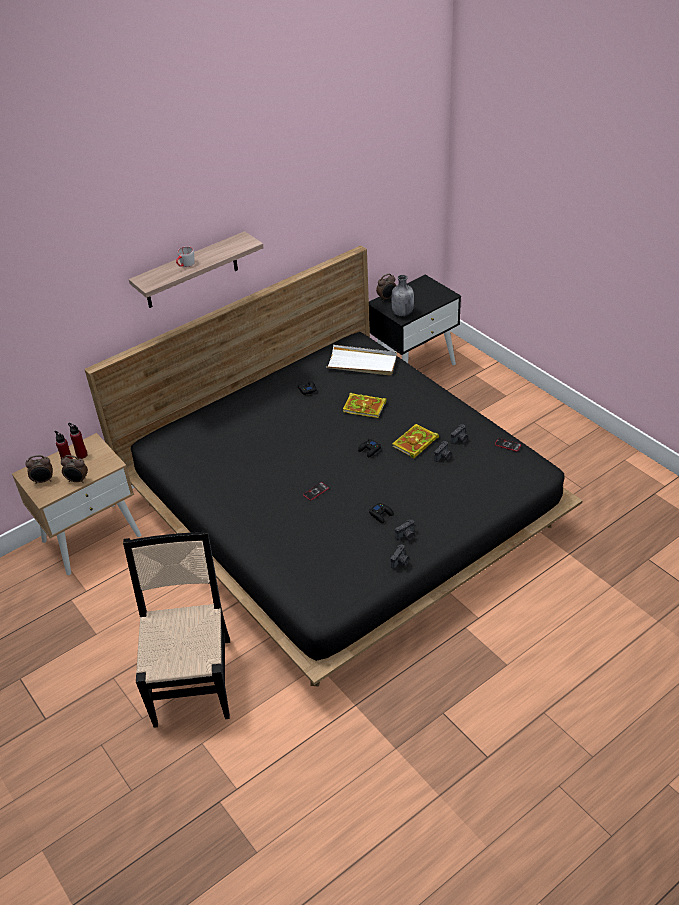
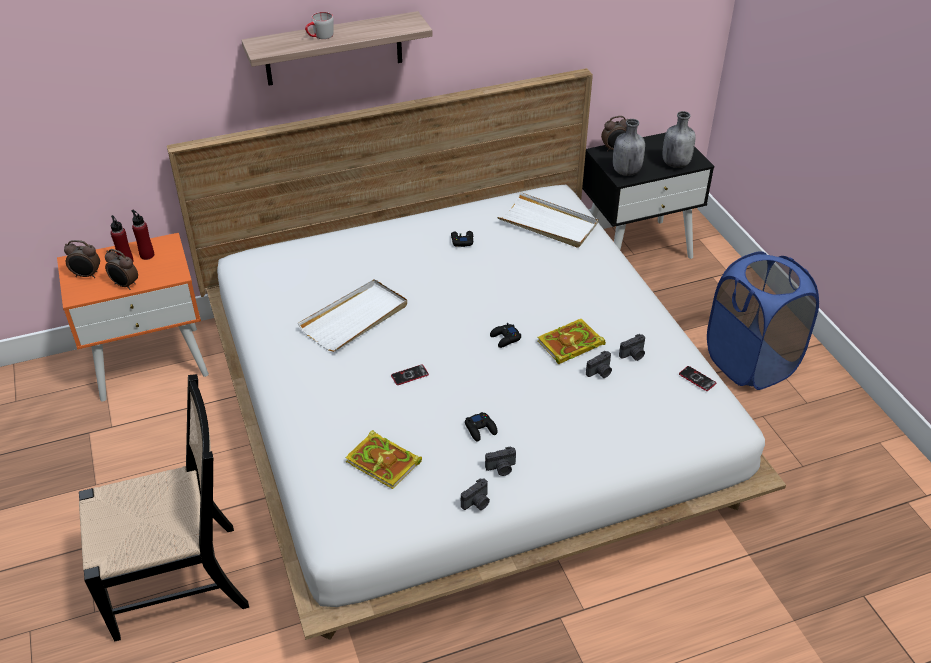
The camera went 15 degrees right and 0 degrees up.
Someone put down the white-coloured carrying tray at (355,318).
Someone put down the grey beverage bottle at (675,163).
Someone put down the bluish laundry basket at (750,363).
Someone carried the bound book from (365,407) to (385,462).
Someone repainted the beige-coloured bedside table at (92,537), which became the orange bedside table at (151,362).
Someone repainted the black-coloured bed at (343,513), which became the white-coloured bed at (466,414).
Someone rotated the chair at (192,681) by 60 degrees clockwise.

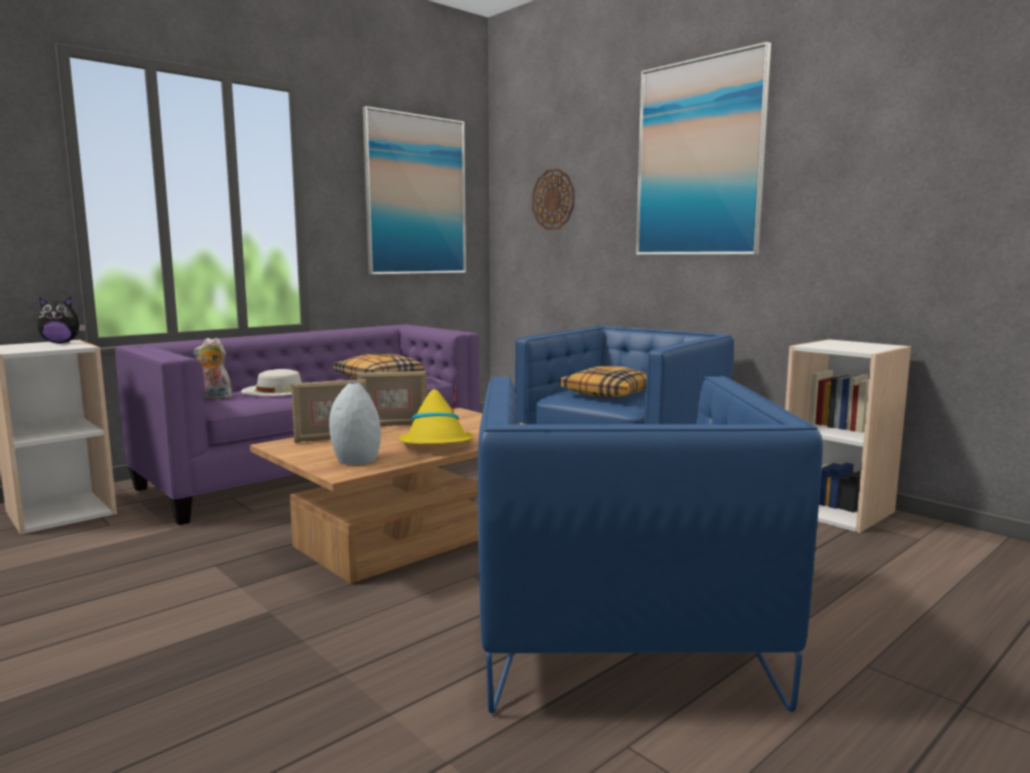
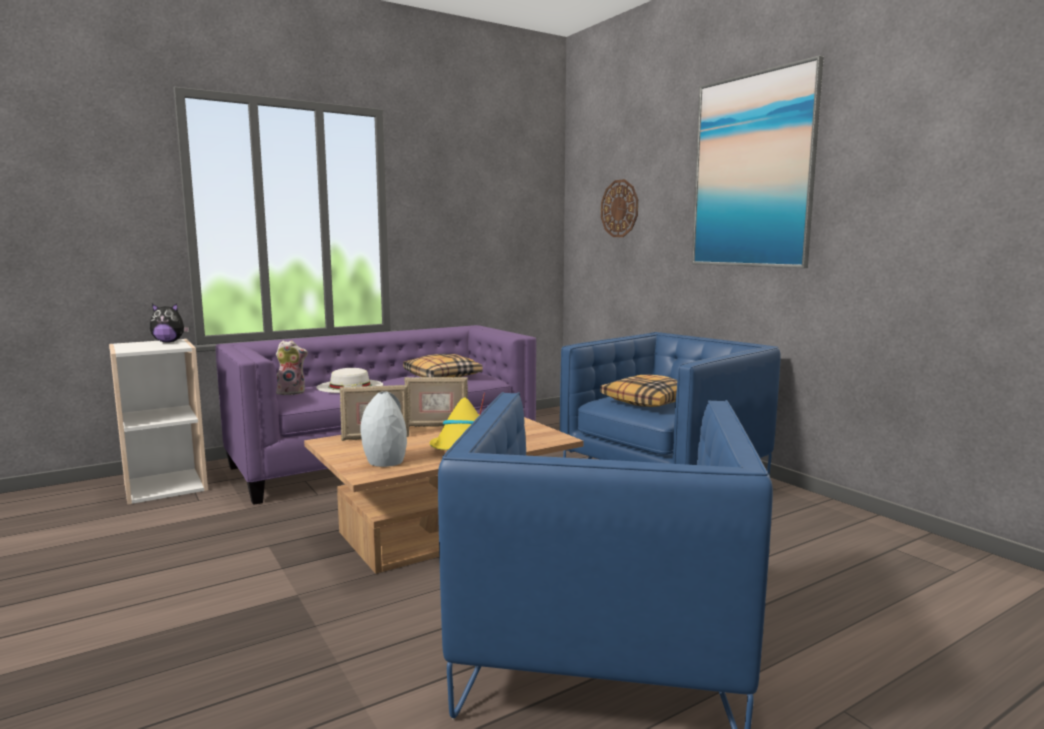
The camera went 10 degrees right and 0 degrees up.
Someone took away the wall art at (416,195).
Someone took away the bookshelf at (837,511).
Someone rotated the soft toy at (214,397) by 150 degrees clockwise.

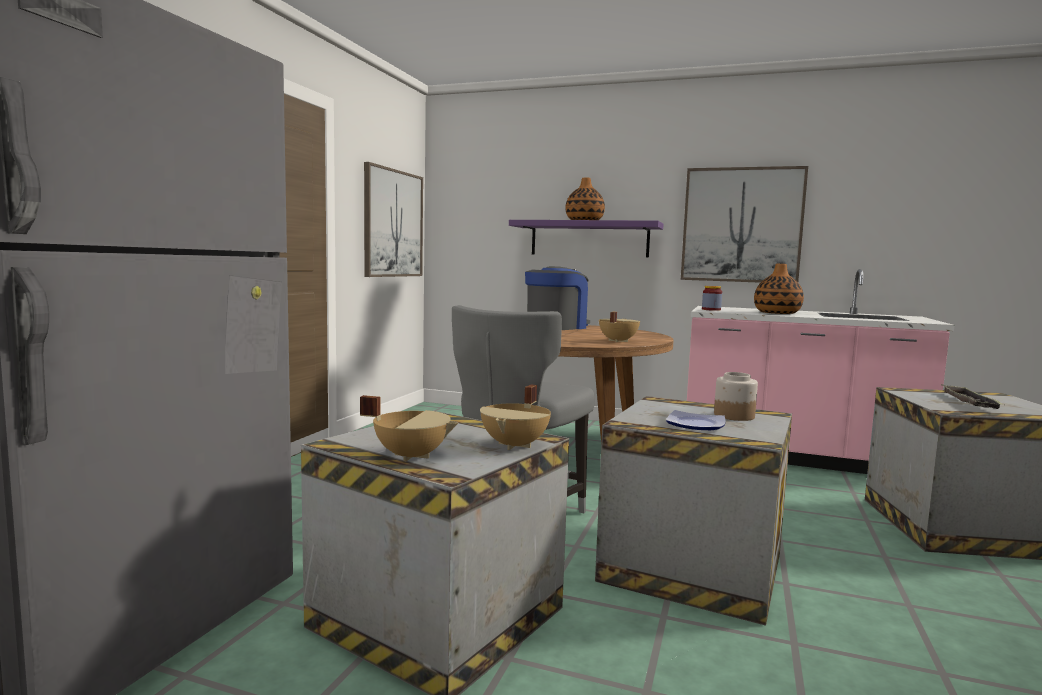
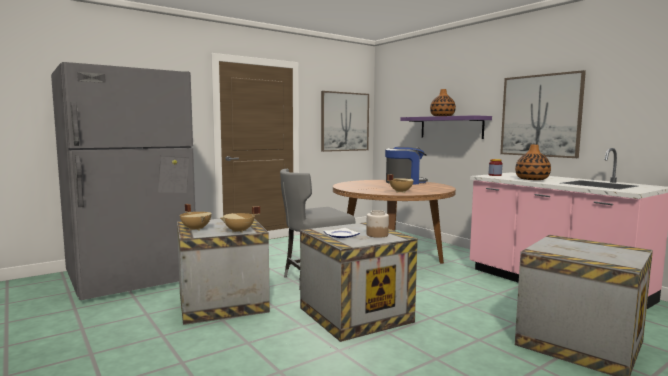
The camera went 35 degrees right and 0 degrees up.
Someone took away the carrying tray at (969,402).

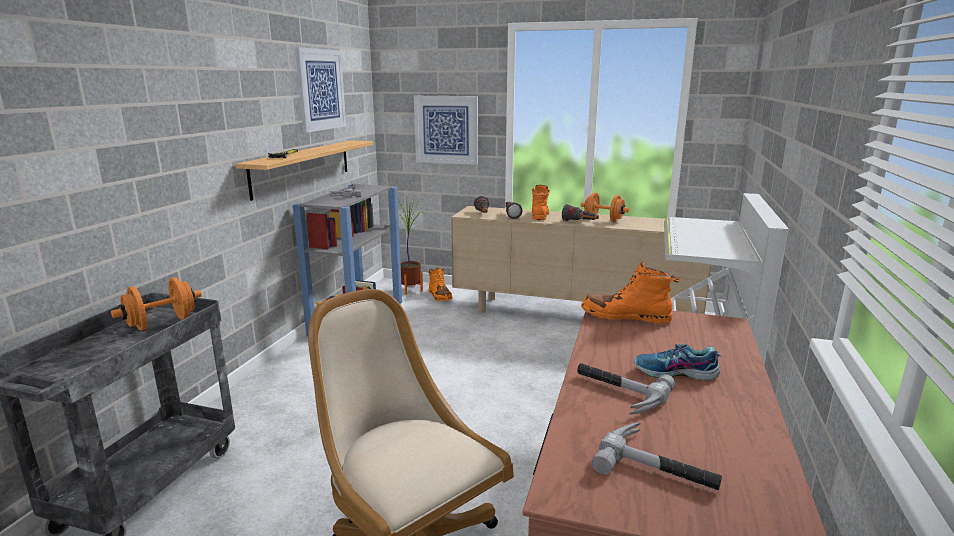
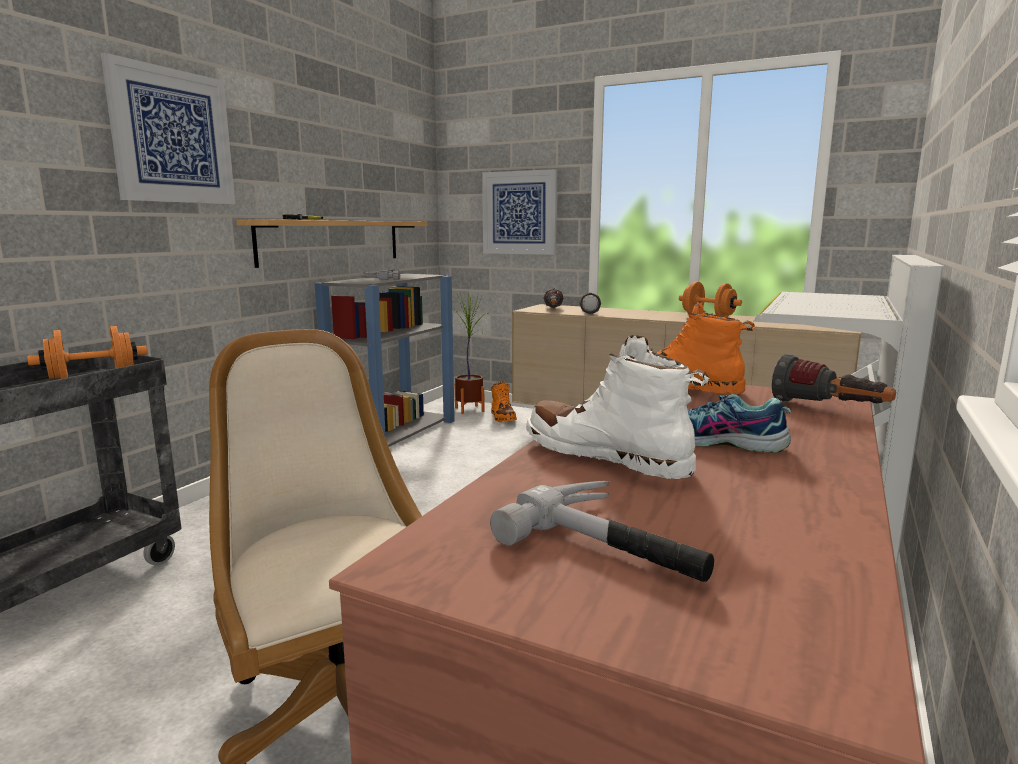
The camera went 10 degrees right and 5 degrees down.
Someone took away the orange boot at (539,215).
Someone carried the wall art from (321,90) to (173,137).
Someone carried the flashlight from (580,223) to (829,410).
Someone swapped the hammer at (617,392) for the white-coloured boot at (606,456).

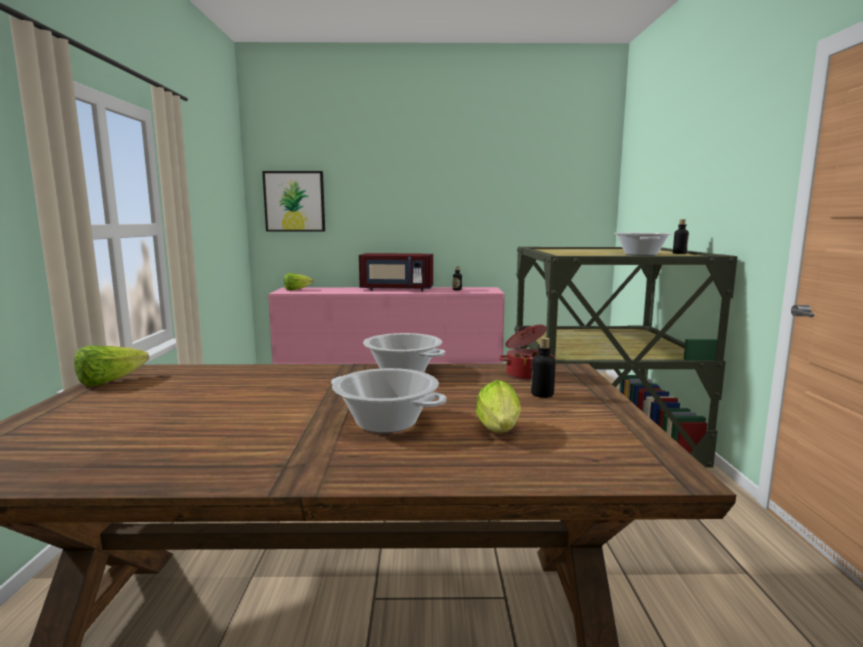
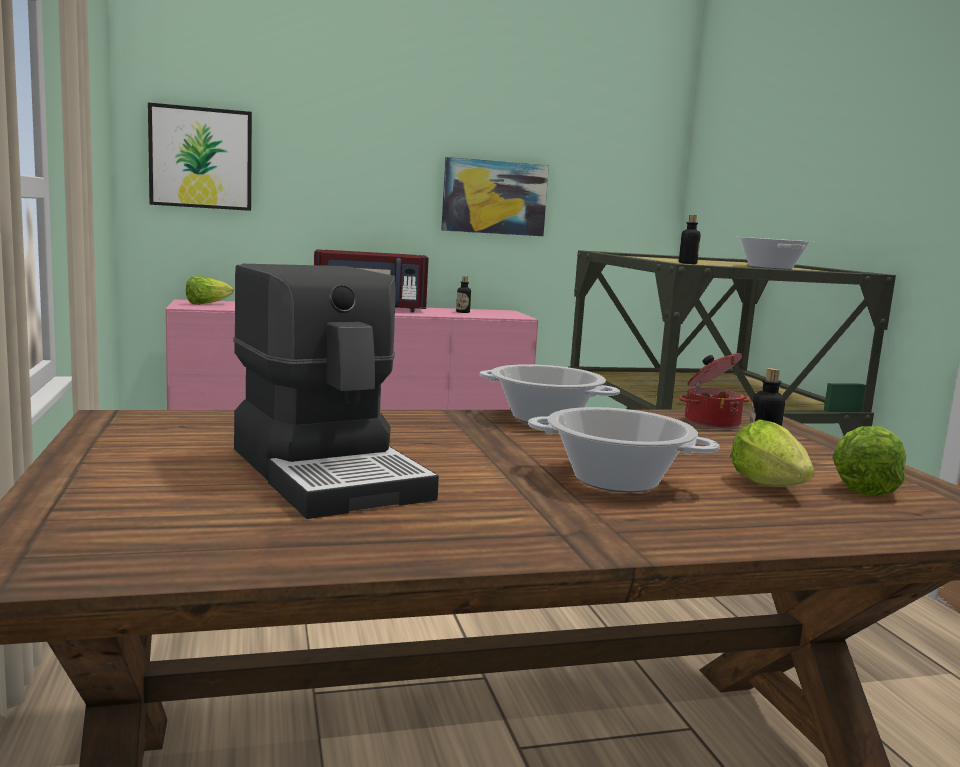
The camera went 15 degrees left and 0 degrees up.
Someone put down the coffee maker at (330,472).
Someone put up the wall art at (494,197).
Someone carried the lettuce from (110,382) to (865,487).
Someone carried the beverage bottle from (679,253) to (687,263).

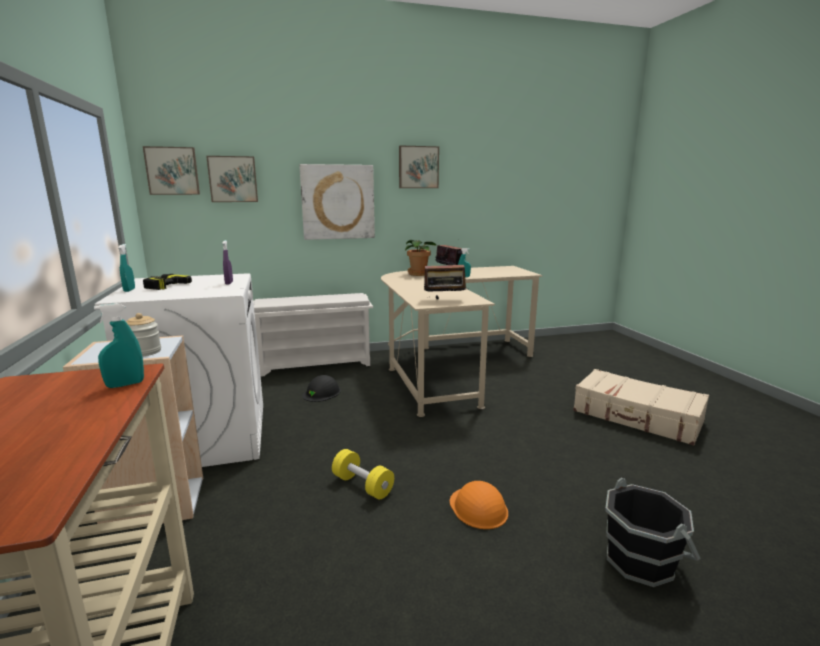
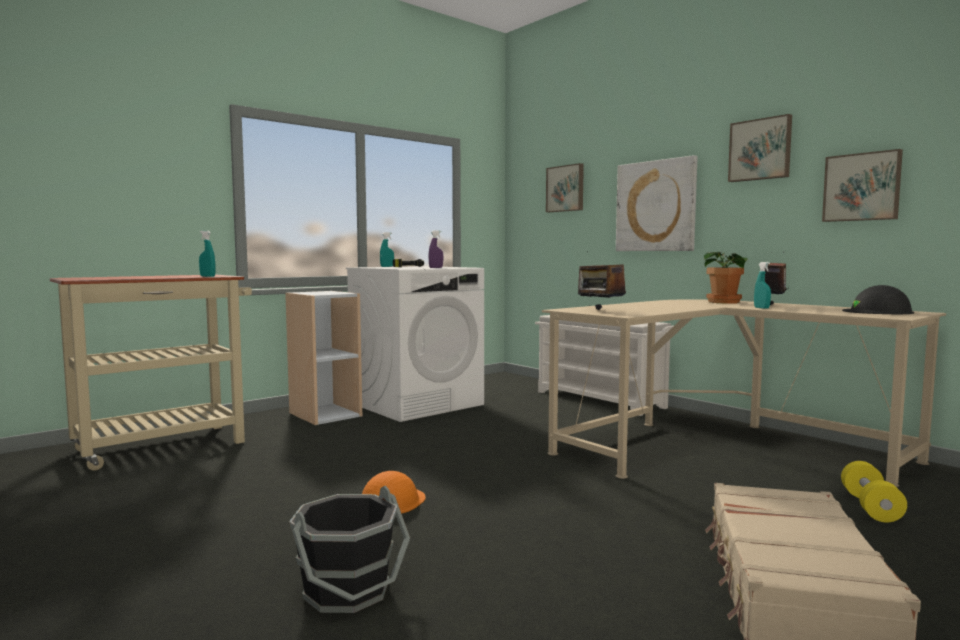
The camera went 65 degrees right and 10 degrees down.
Someone took away the preserve jar at (145,352).
Someone carried the wall art from (172,171) to (862,187).
Someone carried the black-coloured safety helmet from (322,393) to (878,311).
Someone carried the yellowish free weight from (363,485) to (870,507).

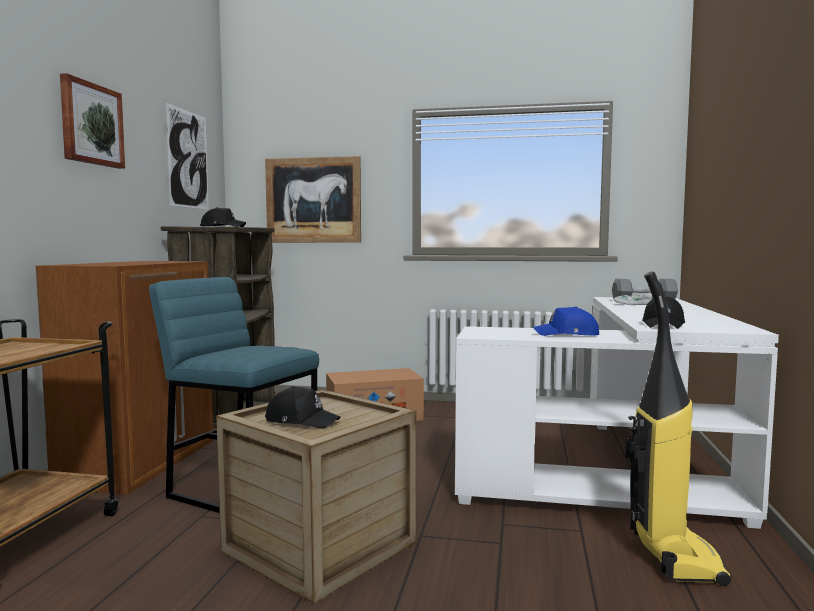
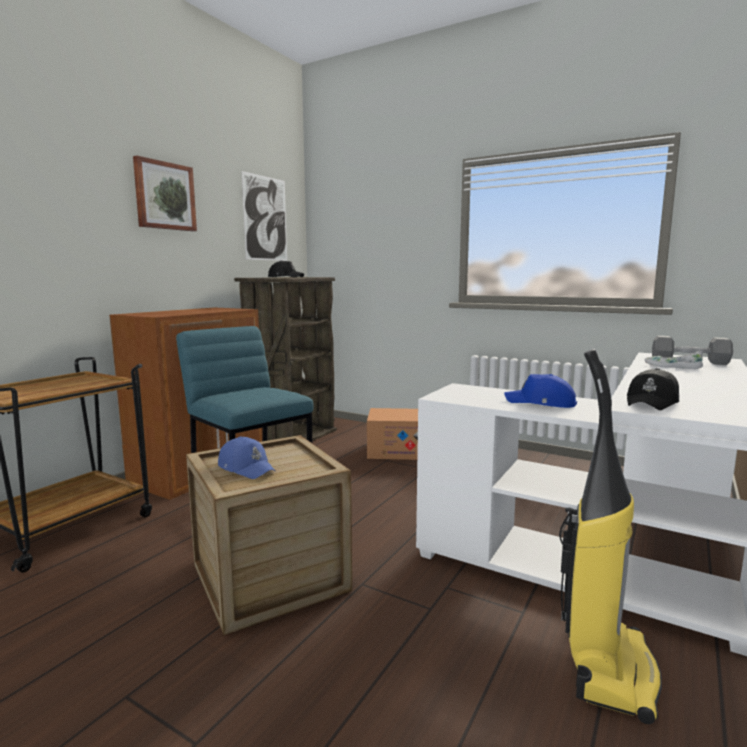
The camera went 20 degrees right and 5 degrees up.
Someone took away the wall art at (313,200).
Someone repainted the black-coloured baseball cap at (302,420), which became the bluish baseball cap at (246,468).

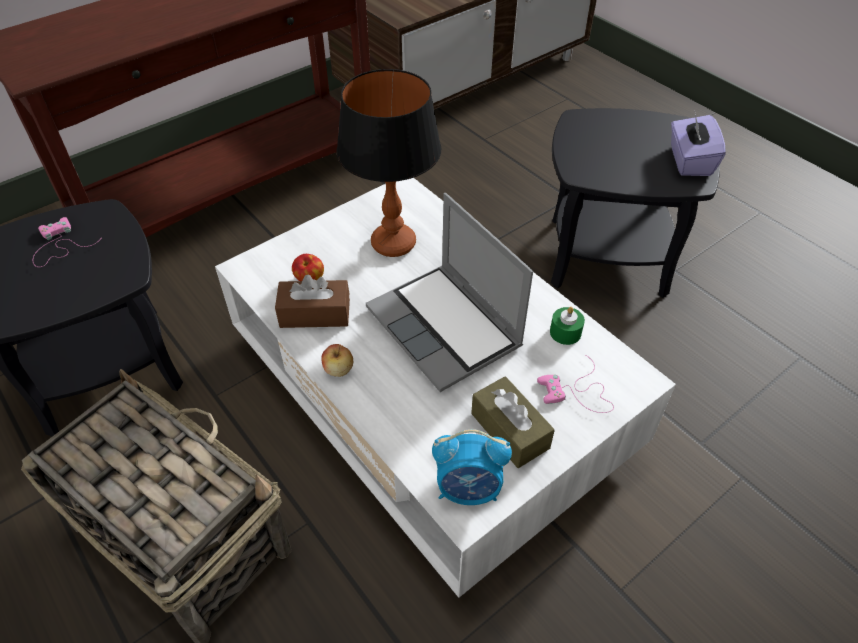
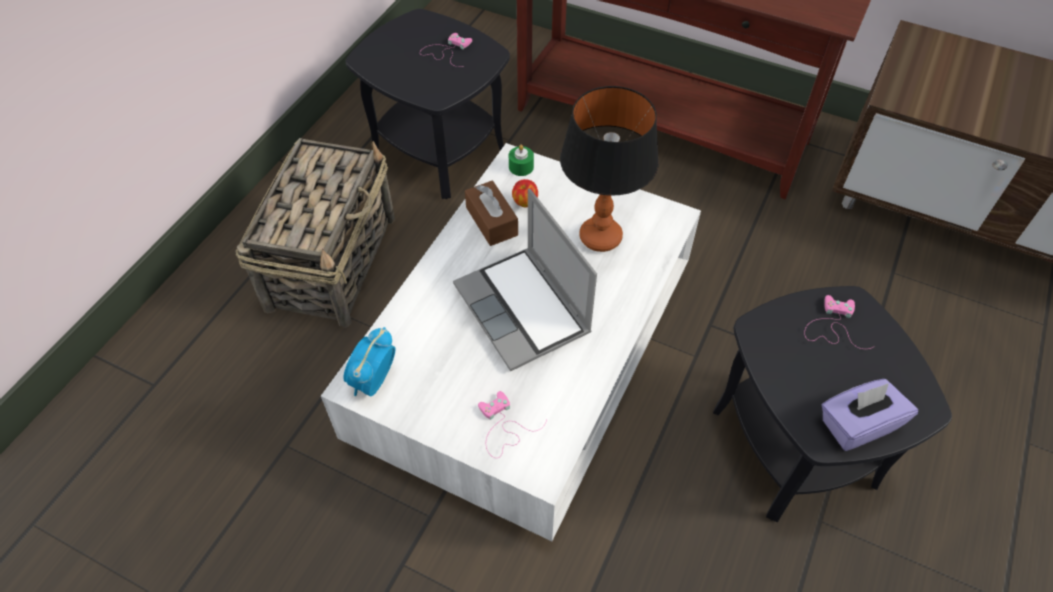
The camera went 65 degrees right and 5 degrees up.
Someone took away the apple fruit at (338,369).
Someone took away the brownish tissue box at (510,430).
Someone put down the pink gamepad at (832,326).
Someone carried the green-coloured wax light from (565,332) to (521,167).
Someone rotated the portable computer at (446,328) by 60 degrees counterclockwise.
Someone rotated the bedside clock at (469,489) by 45 degrees clockwise.

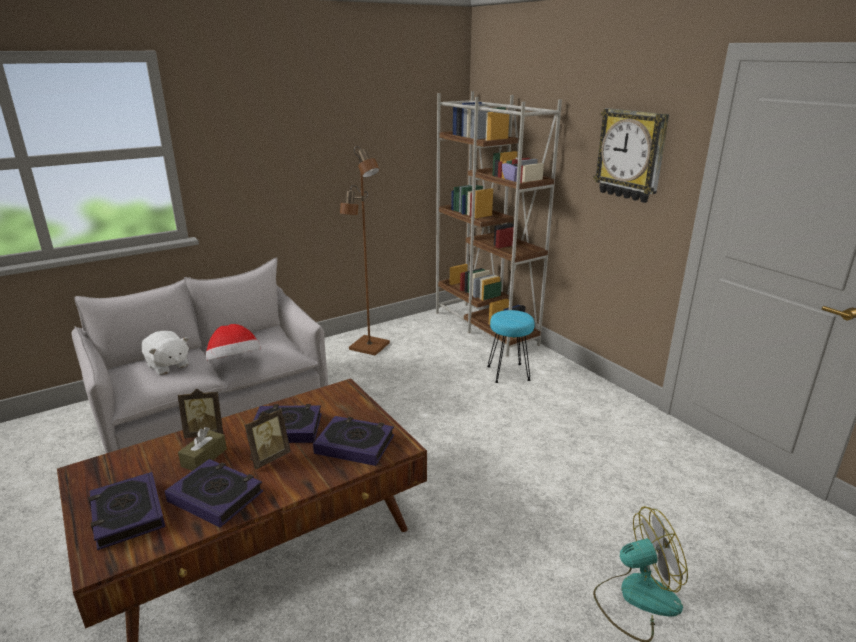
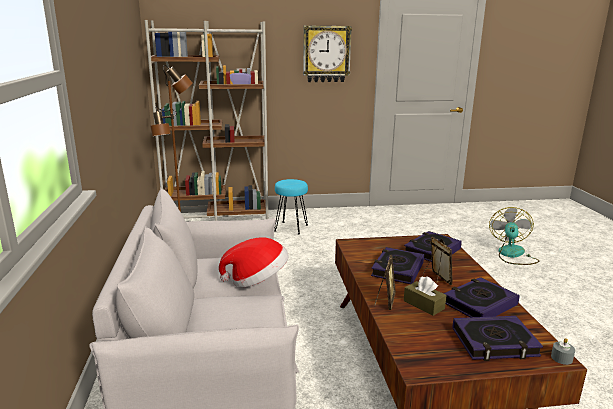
The camera went 65 degrees left and 5 degrees down.
Someone took away the white-coloured soft toy at (168,366).
Someone put down the grey wax light at (561,358).

